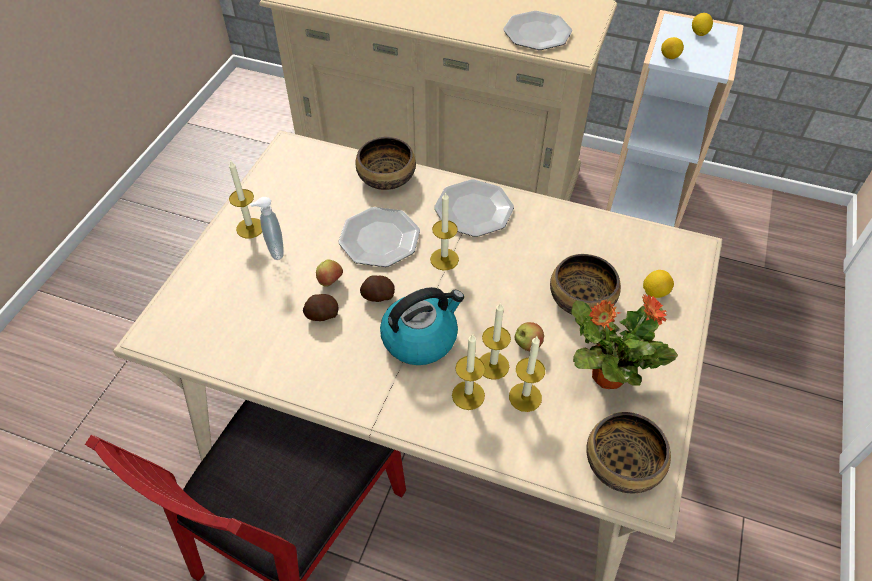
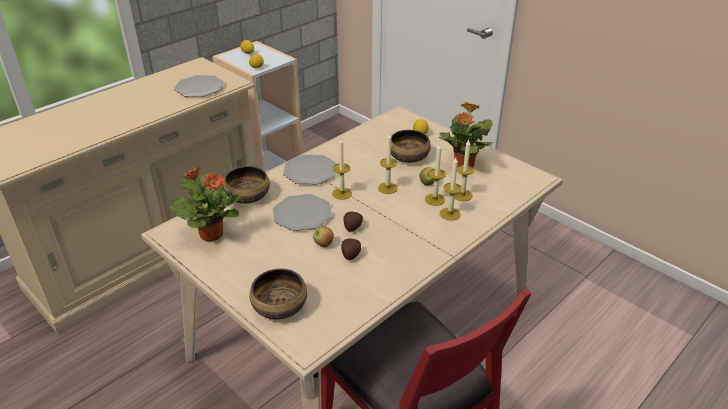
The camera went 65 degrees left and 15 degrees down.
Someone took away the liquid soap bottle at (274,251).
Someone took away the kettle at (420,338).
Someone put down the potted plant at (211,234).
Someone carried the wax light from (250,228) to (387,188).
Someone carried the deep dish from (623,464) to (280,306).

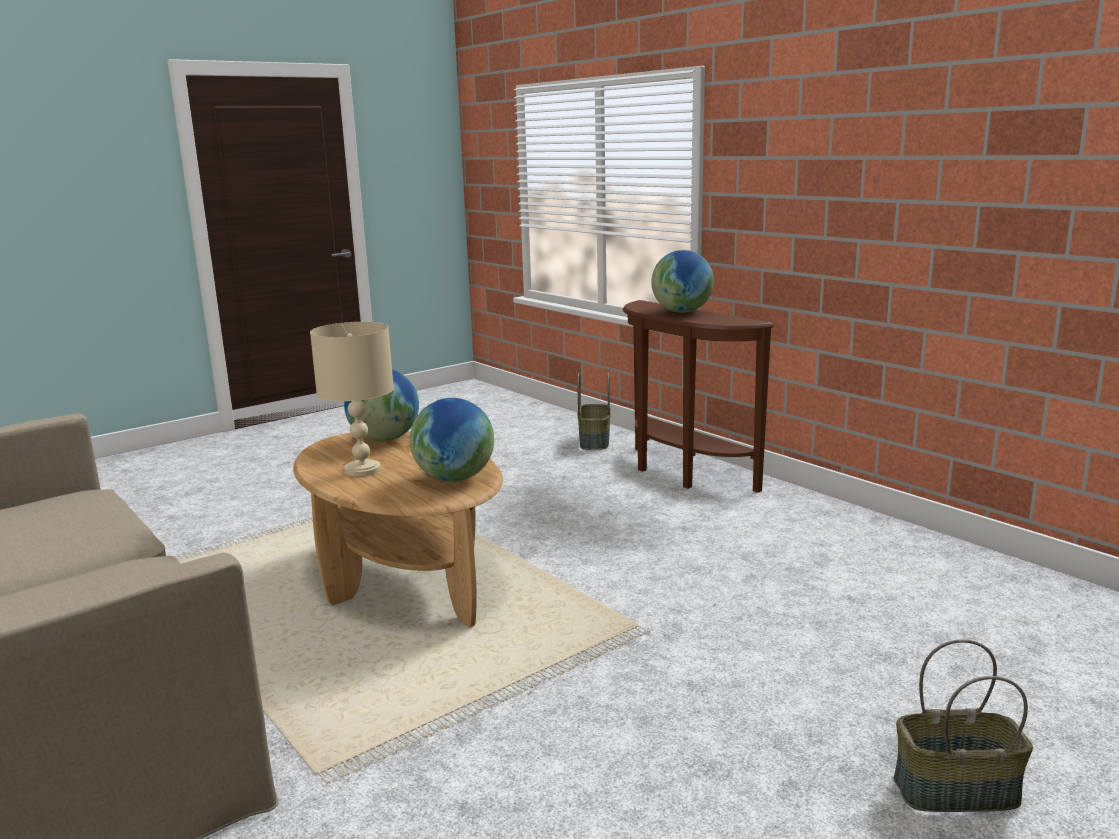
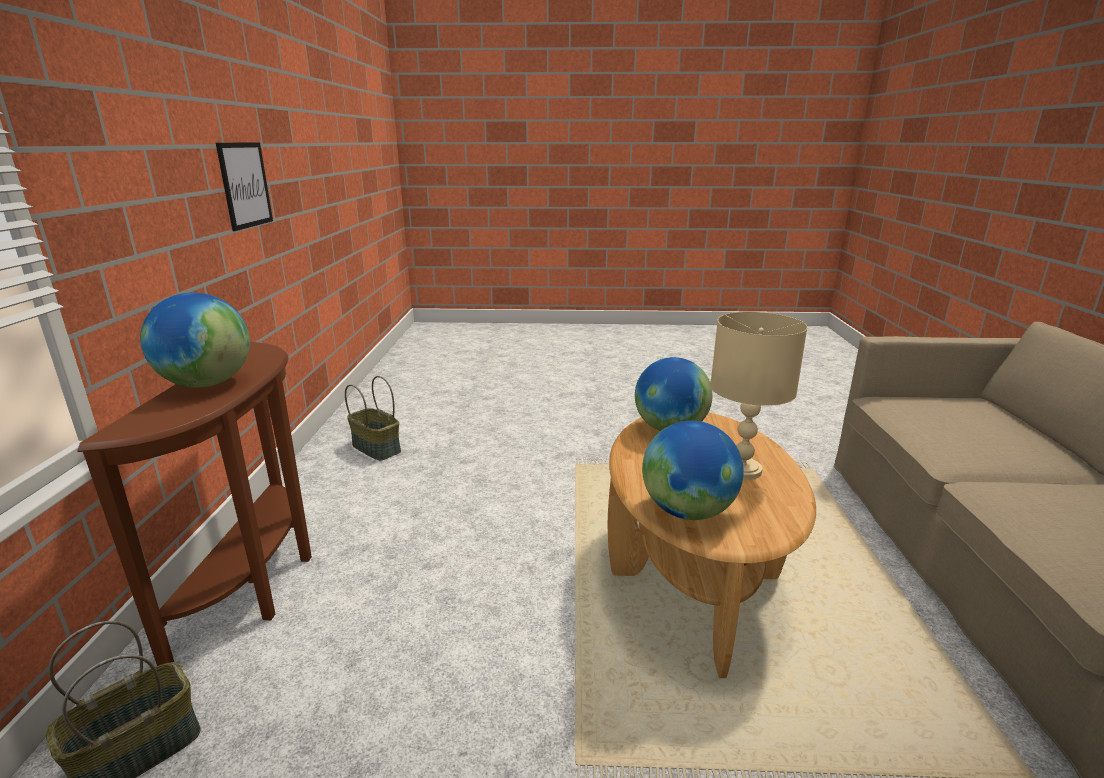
The camera went 140 degrees left and 5 degrees up.
Someone put up the wall art at (245,185).
Someone carried the storage basket from (955,792) to (377,448).

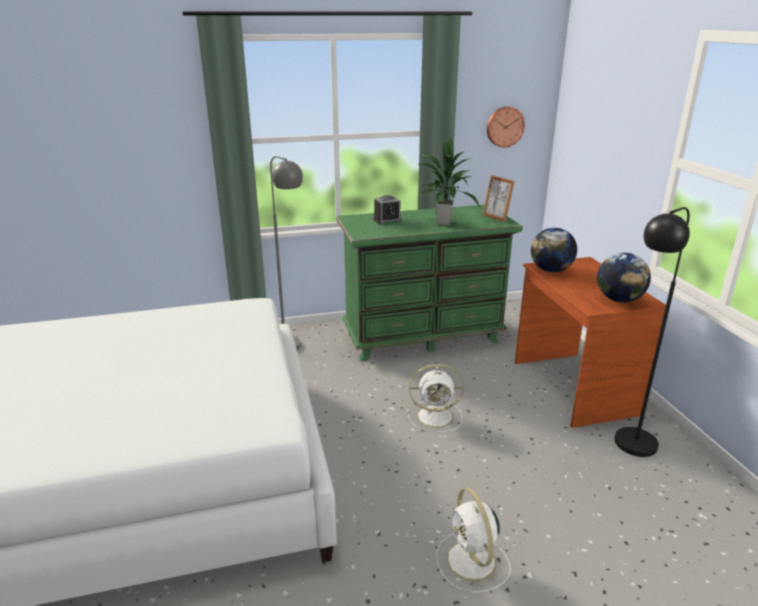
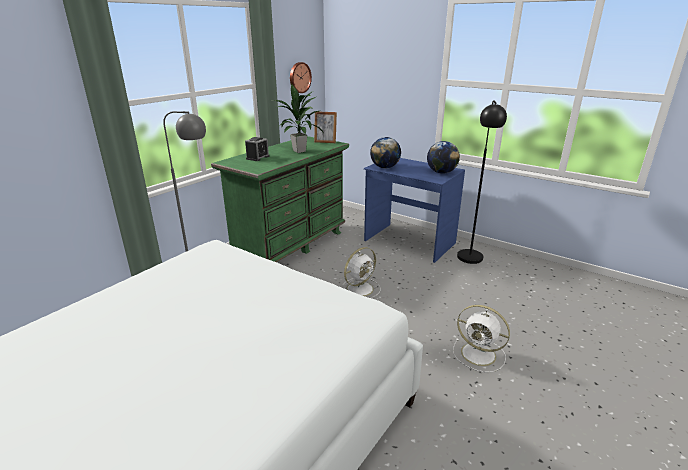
The camera went 40 degrees left and 0 degrees up.
Someone repainted the brownish desk unit at (572,387), which became the bluish desk unit at (409,242).

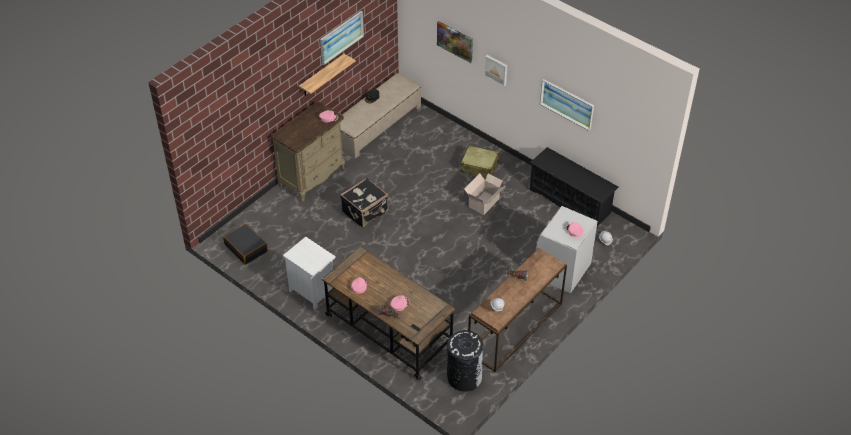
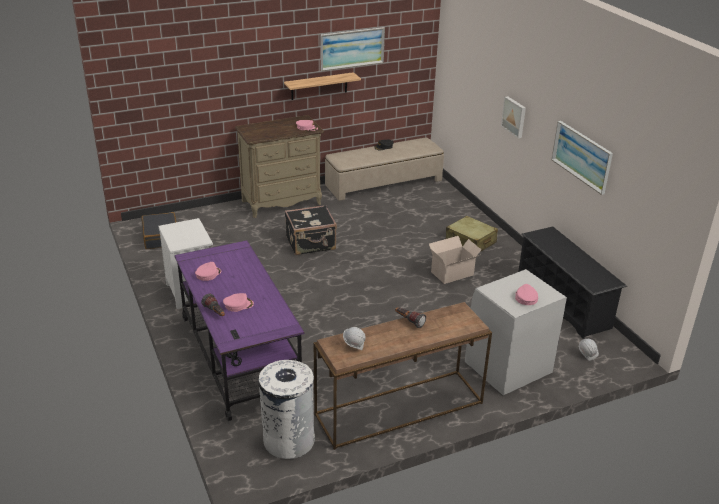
The camera went 25 degrees right and 15 degrees down.
Someone took away the wall art at (455,41).
Someone repainted the brownish desk unit at (389,331), which became the purplish desk unit at (239,357).
Someone repainted the black-coloured trash can at (464,377), which became the white-coloured trash can at (288,440).

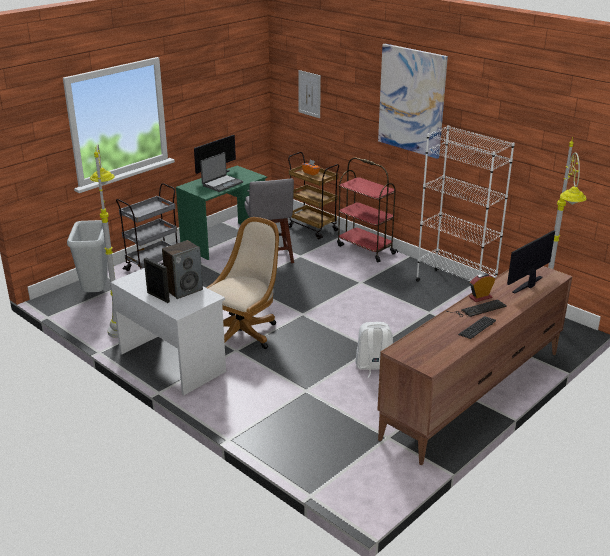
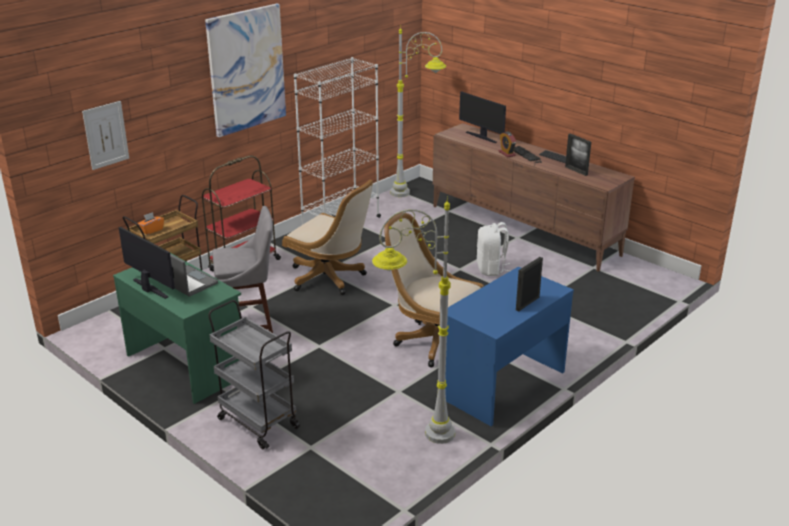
The camera went 90 degrees left and 0 degrees up.
Someone took away the grey trash can at (95,293).
Someone took away the audio speaker at (184,290).
Someone put down the office chair at (331,278).
Someone put down the standing frame at (576,171).
Someone repainted the white-coloured desk unit at (173,361), which became the bluish desk unit at (502,384).

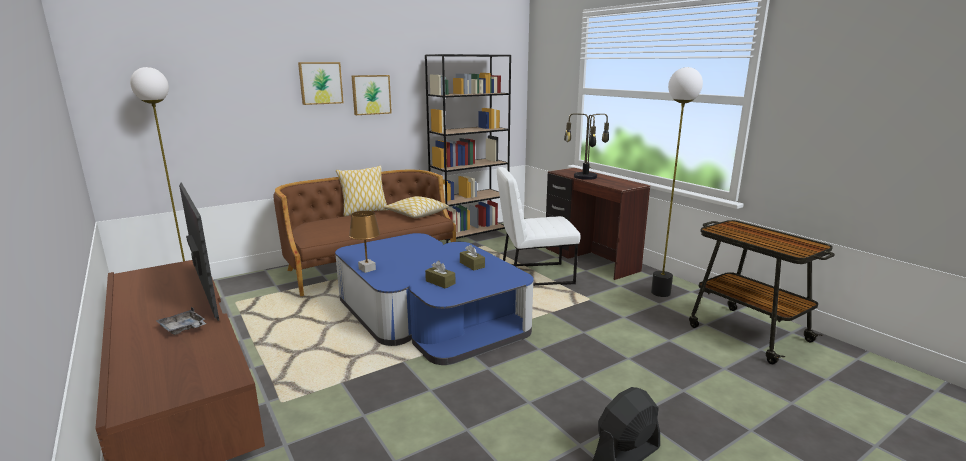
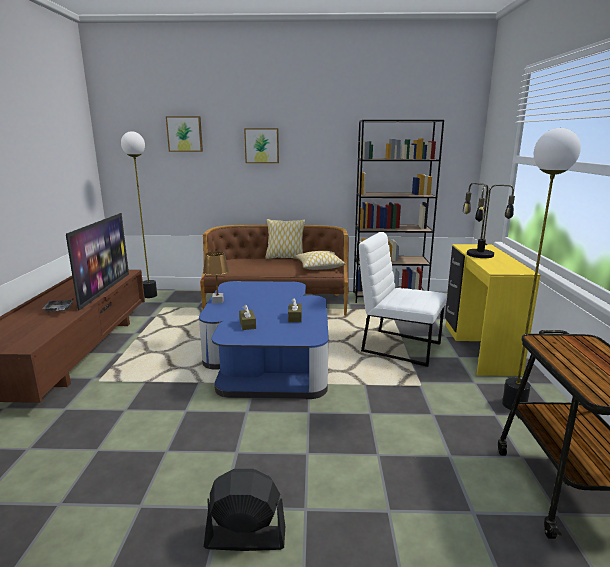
The camera went 35 degrees right and 0 degrees up.
Someone carried the wall art from (371,94) to (185,134).
Someone repainted the brownish desk unit at (589,260), which became the yellowish desk unit at (478,348).

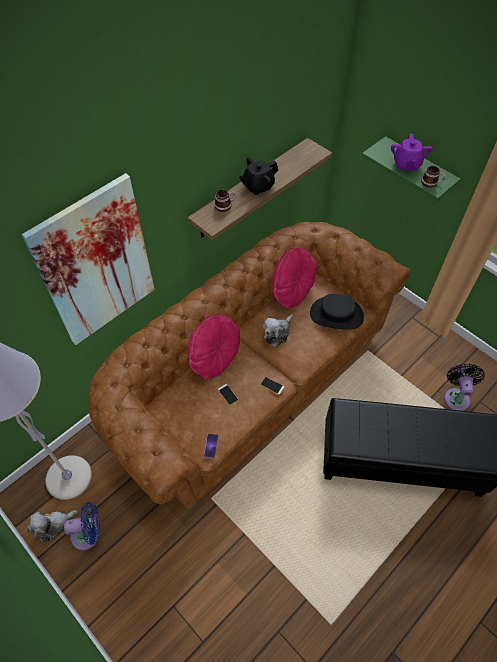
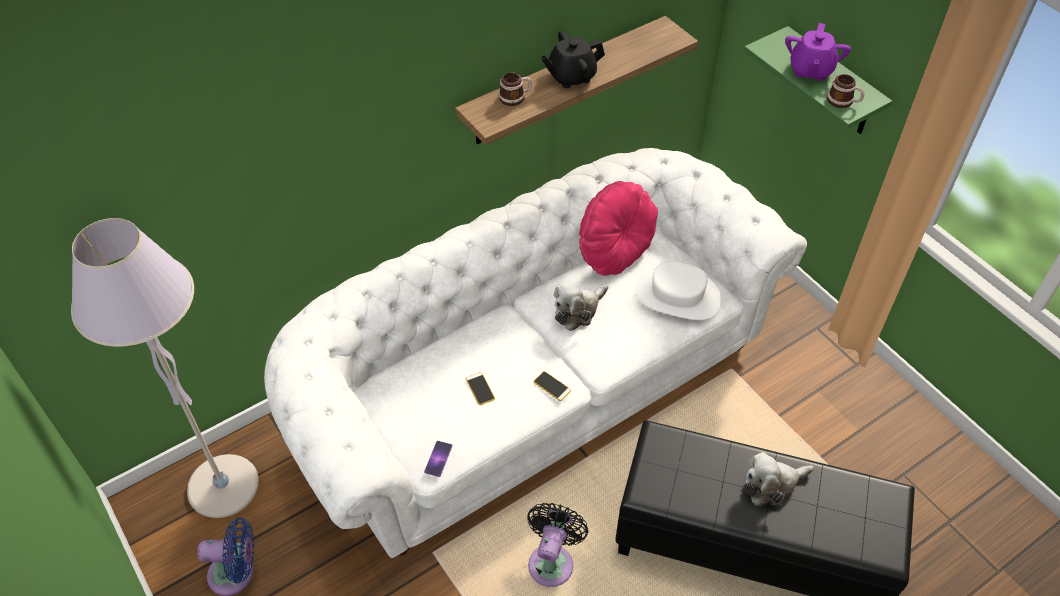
The camera went 10 degrees right and 5 degrees down.
Someone took away the wall art at (96,264).
Someone took away the pink cushion at (215,361).
Someone carried the soft toy from (54,525) to (772,485).
Someone carried the black-coloured cooling fan from (456,397) to (552,561).
Someone repainted the brownish couch at (249,377), which became the white-coloured couch at (531,381).
Someone repainted the black-coloured clothing hat at (336,315), which became the white-coloured clothing hat at (677,296).

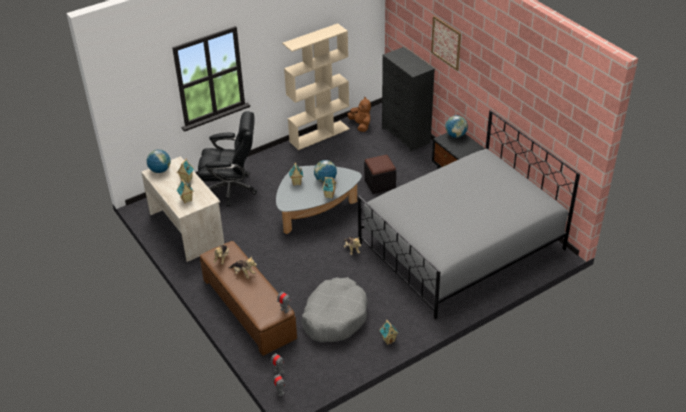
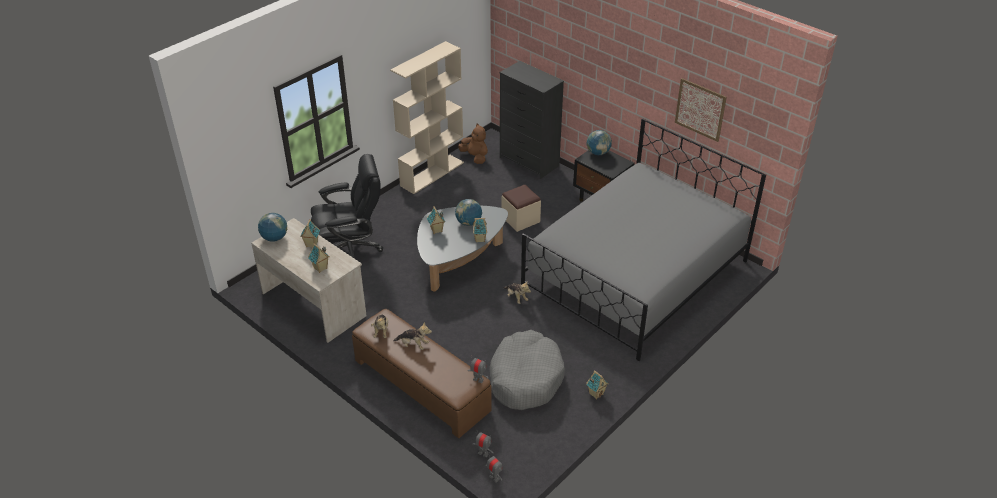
The camera went 15 degrees left and 0 degrees up.
Someone carried the wall art from (446,42) to (700,109).
Someone repainted the black-coloured ottoman at (380,184), which became the beige-coloured ottoman at (520,219).

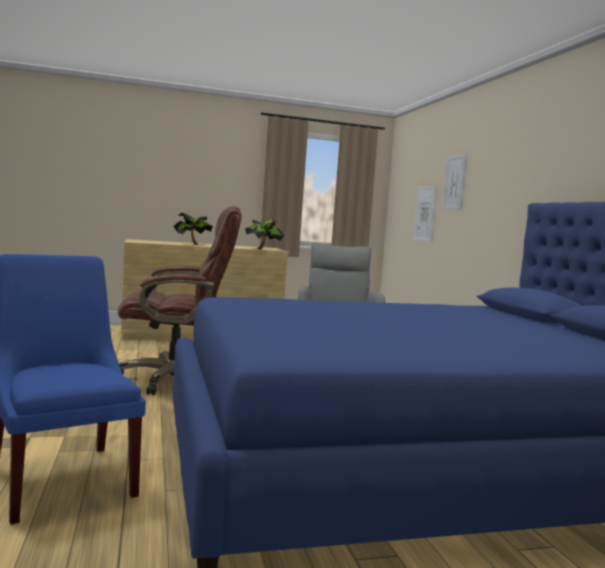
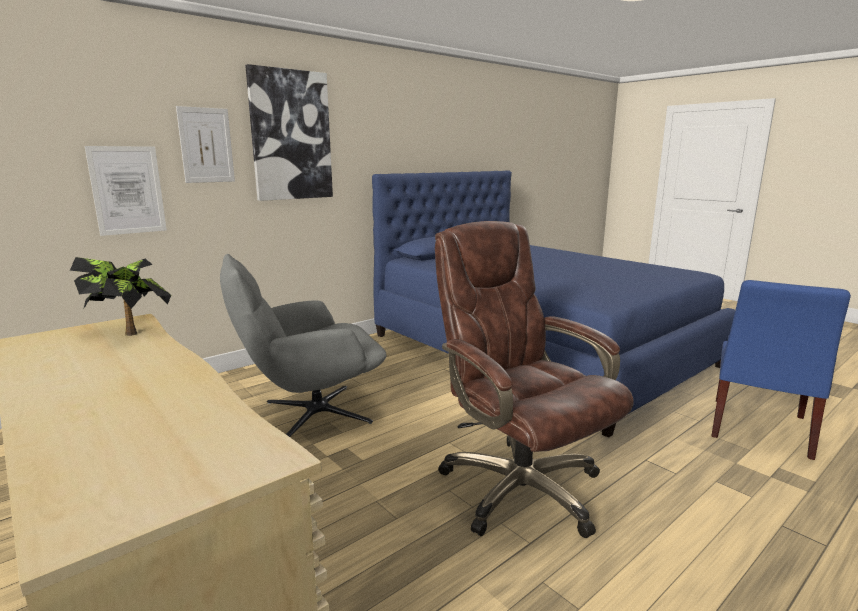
The camera went 115 degrees left and 10 degrees up.
Someone took away the potted plant at (191,244).
Someone put up the wall art at (291,136).

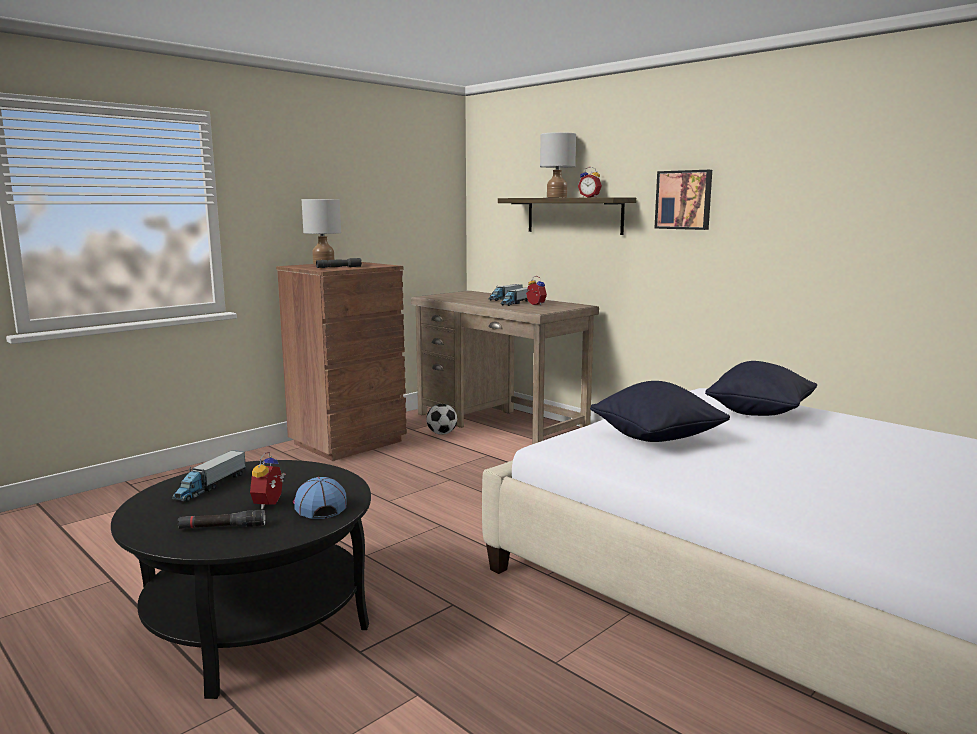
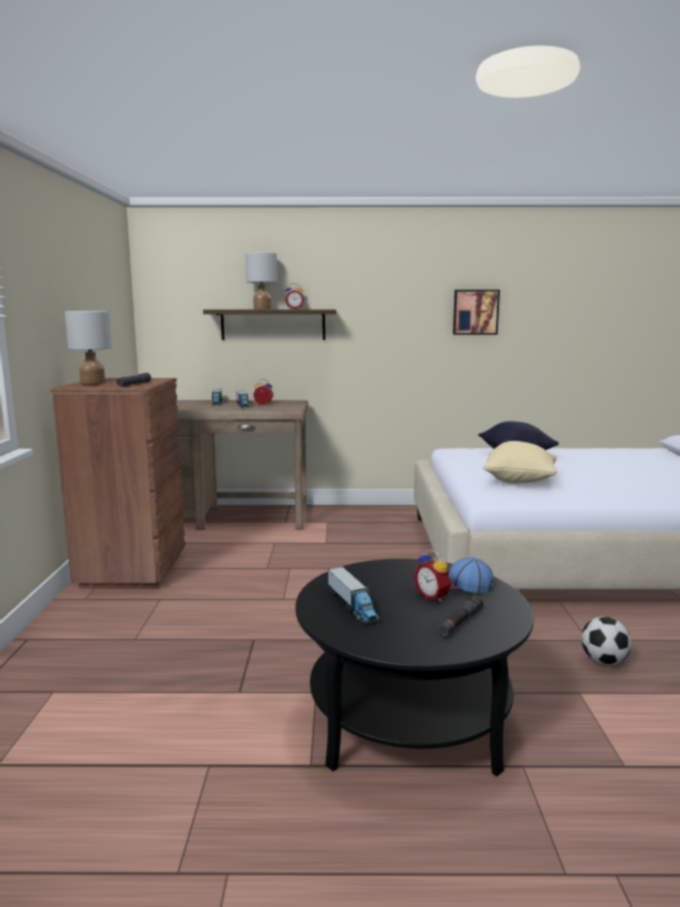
The camera went 45 degrees left and 0 degrees up.
Someone carried the football ball from (442,434) to (604,661).
Someone carried the wall art from (684,200) to (475,312).
Someone repainted the black-coloured cushion at (656,439), which became the beige-coloured cushion at (519,481).

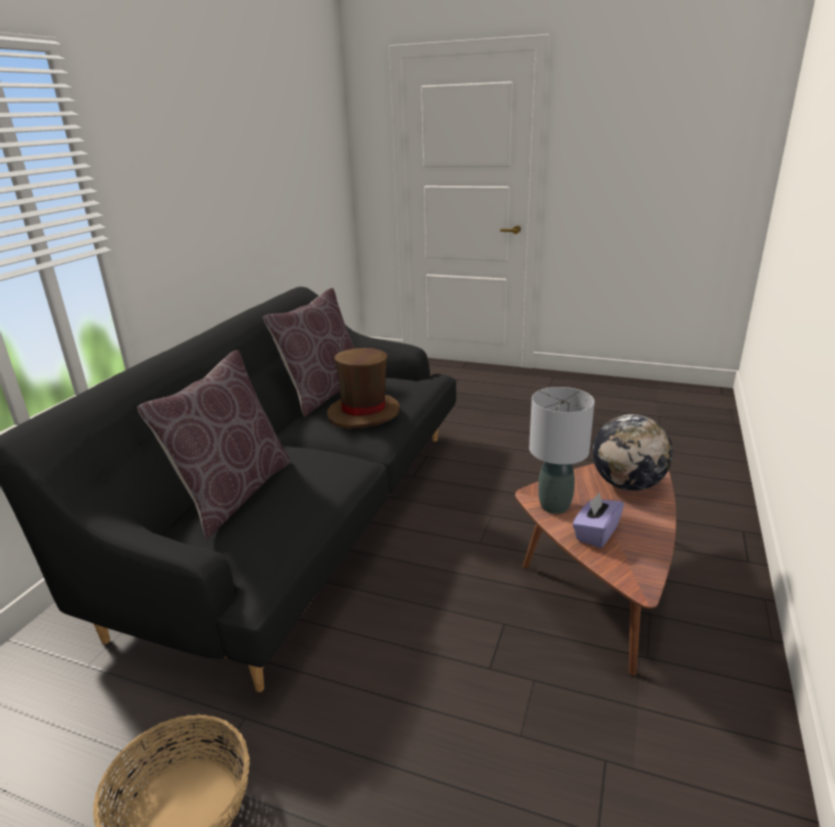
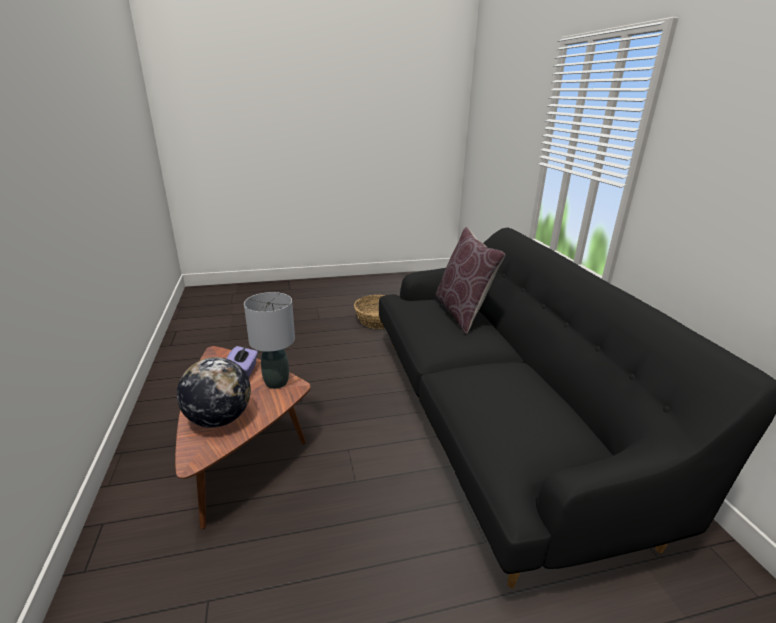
The camera went 145 degrees right and 0 degrees up.
Someone took away the brownish cushion at (323,393).
Someone took away the brownish clothing hat at (364,413).

